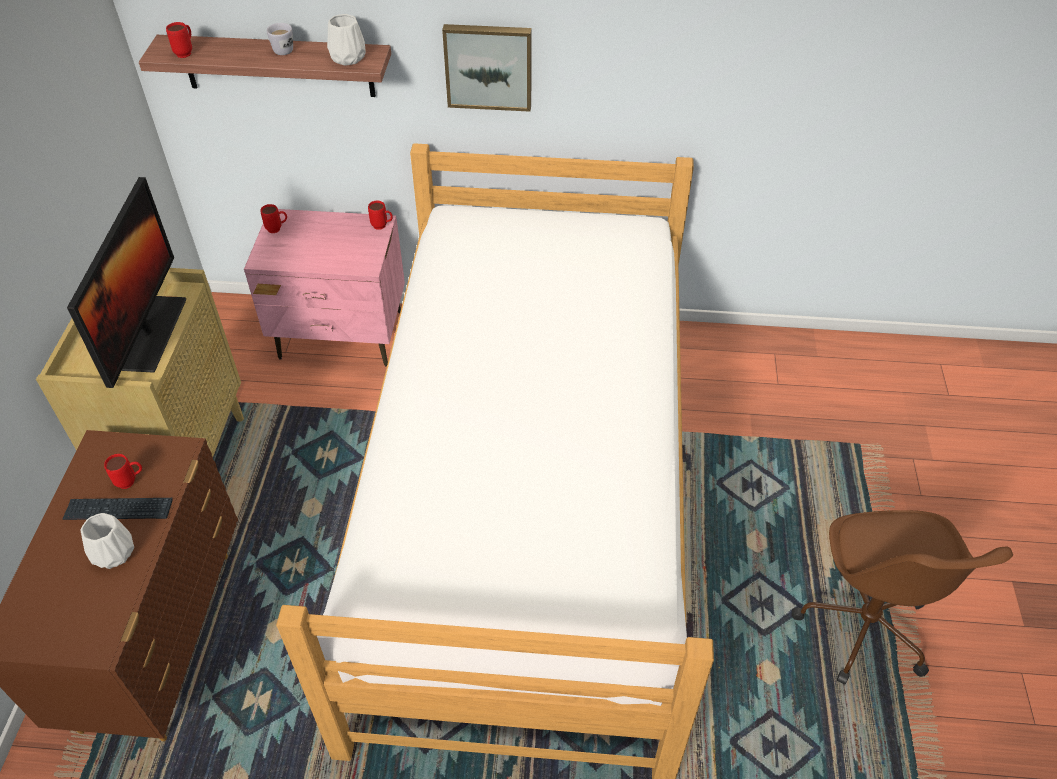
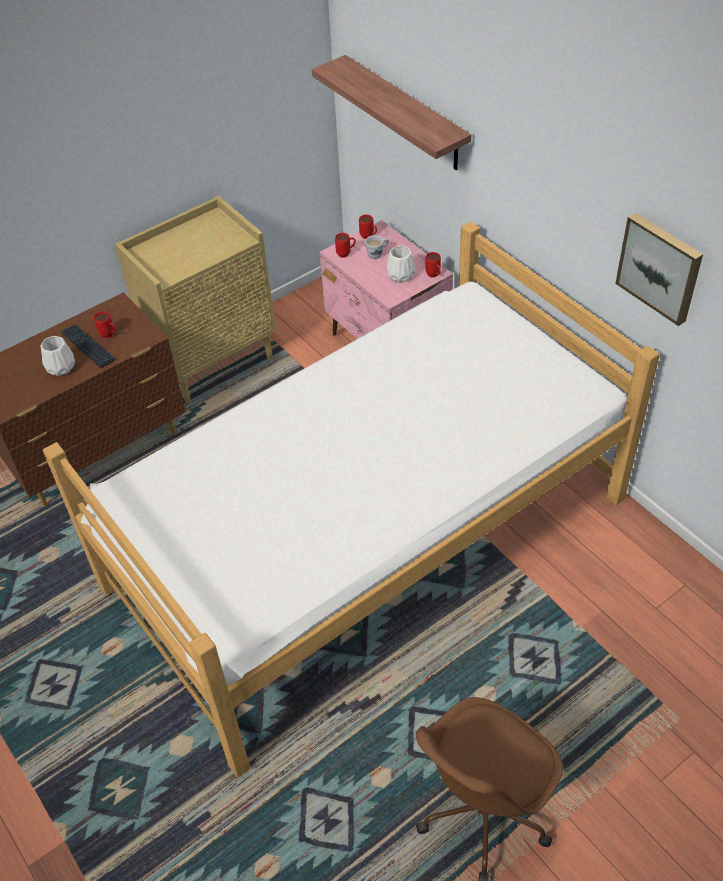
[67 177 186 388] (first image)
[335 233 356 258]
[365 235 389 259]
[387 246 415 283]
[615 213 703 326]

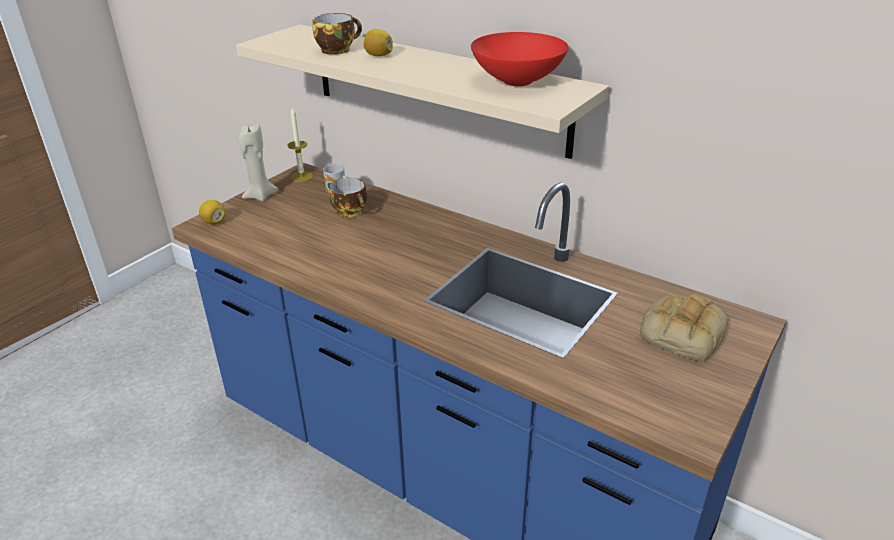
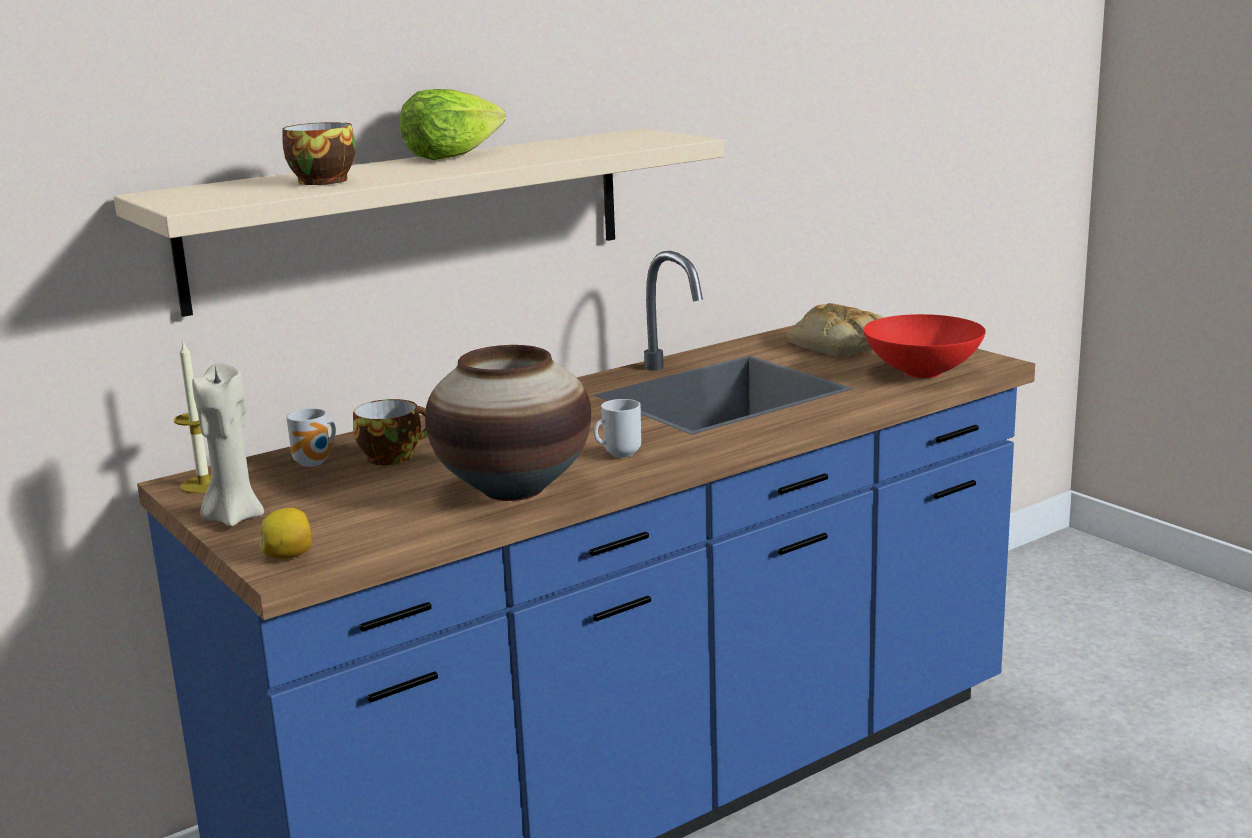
[364 29 393 56] (first image)
[863 314 986 378]
[399 89 506 160]
[425 345 591 501]
[594 399 641 458]

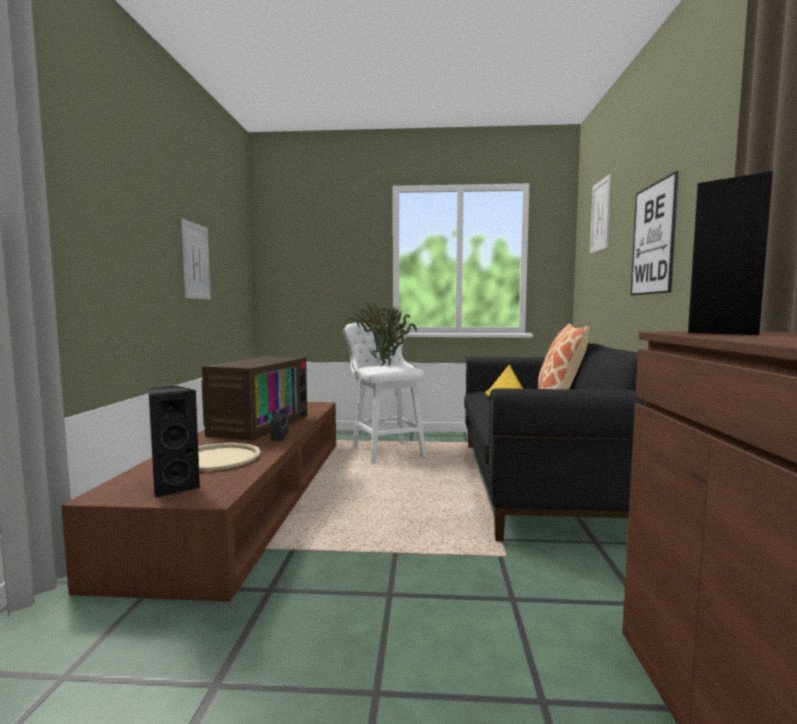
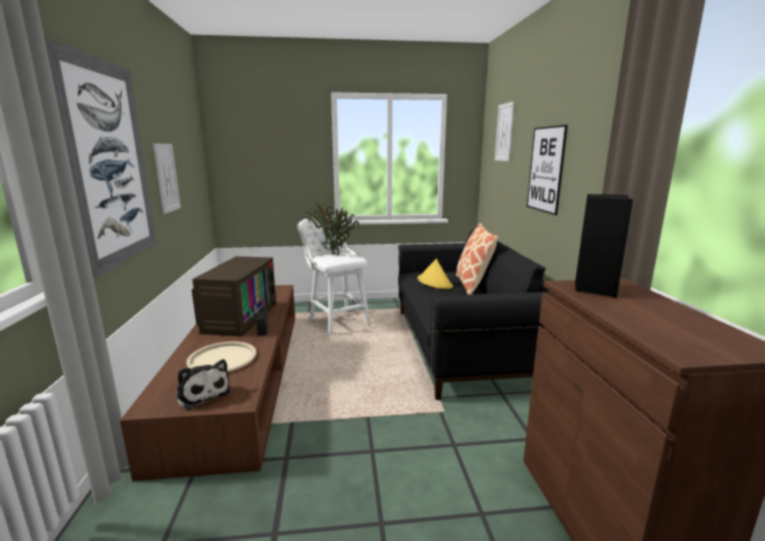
[175 359 231 410]
[44 37 156 278]

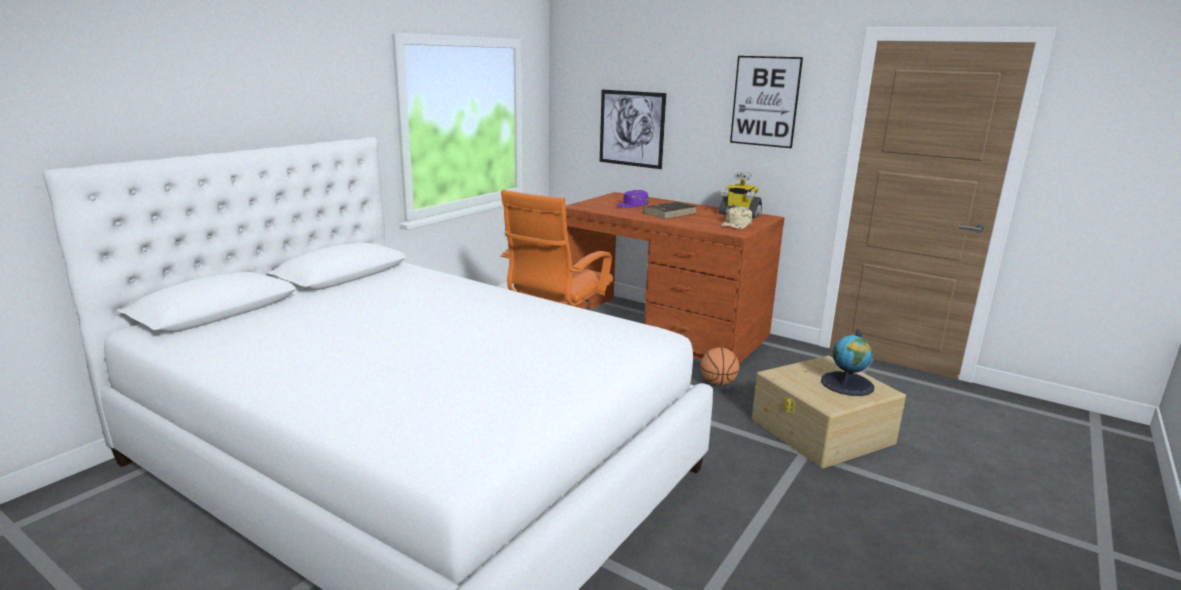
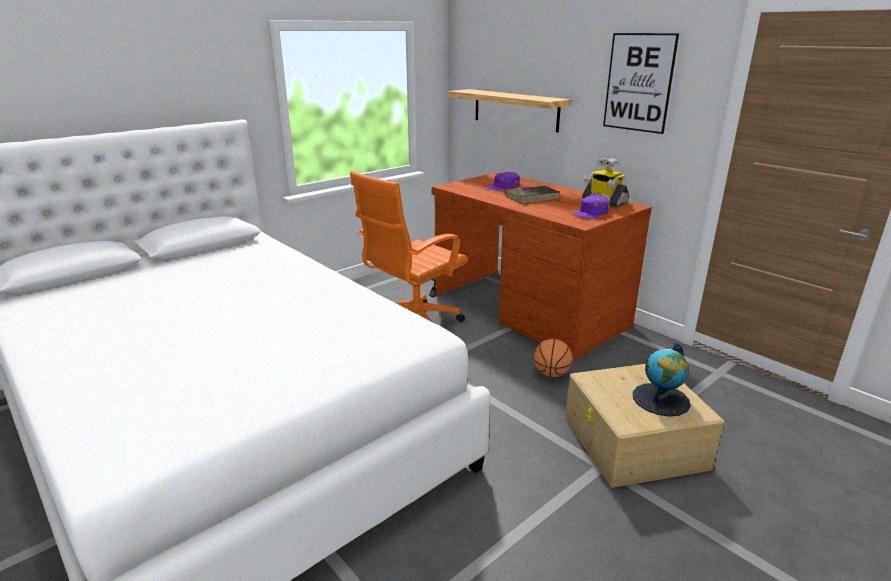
[448 89 571 132]
[572 195 609 219]

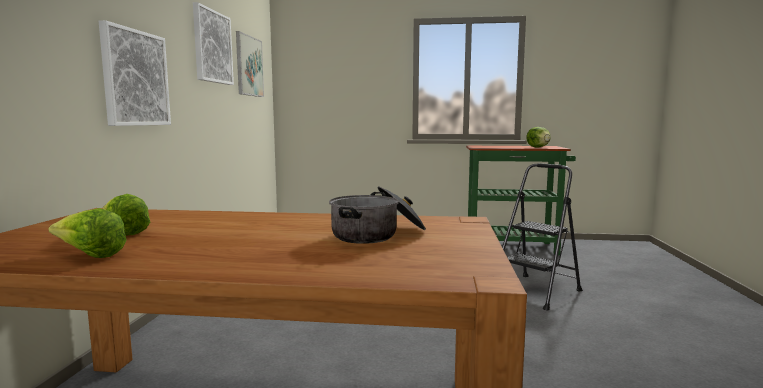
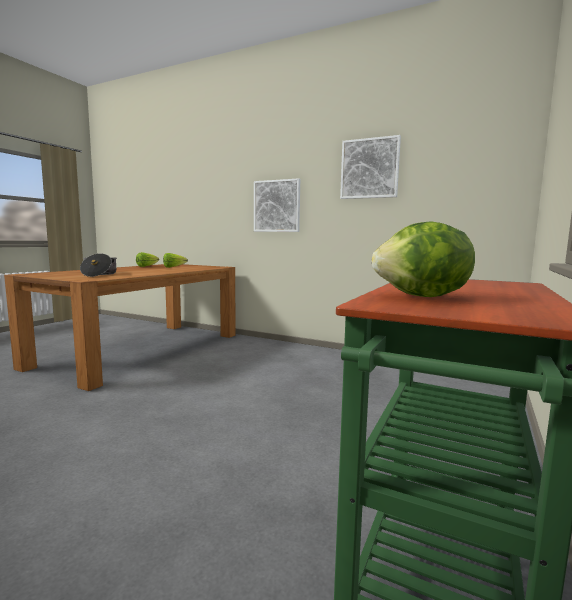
[236 31 264 97] (first image)
[502 163 583 311] (first image)

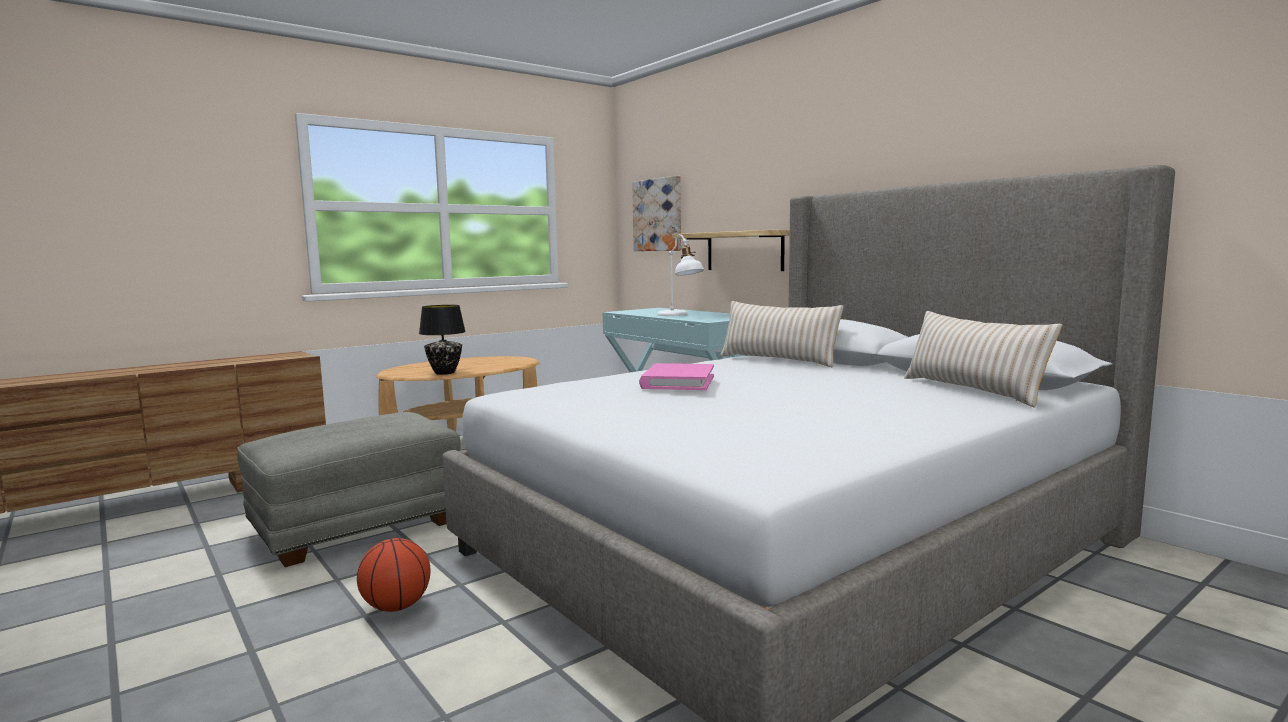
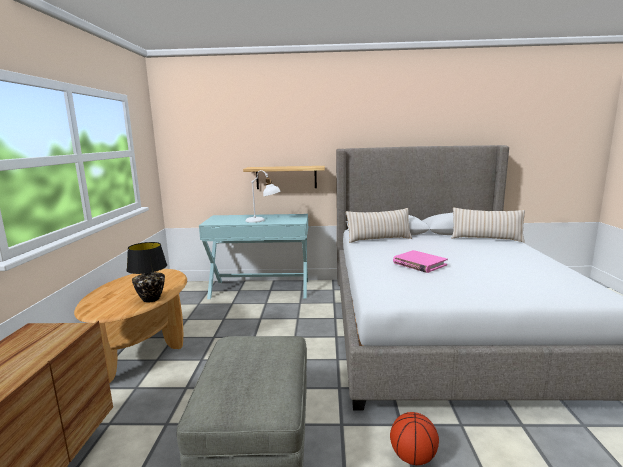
[632 176 681 251] (first image)

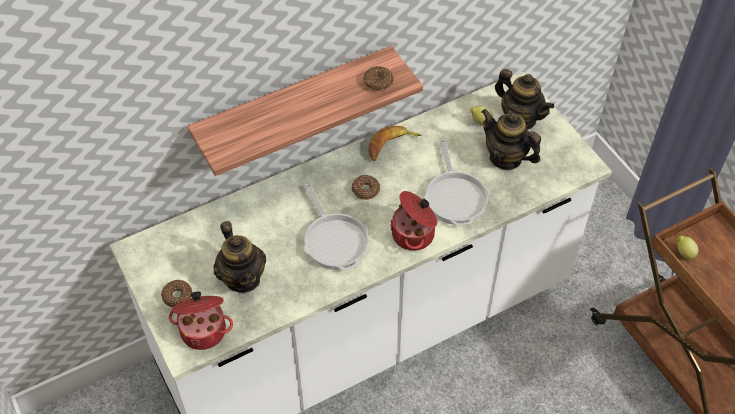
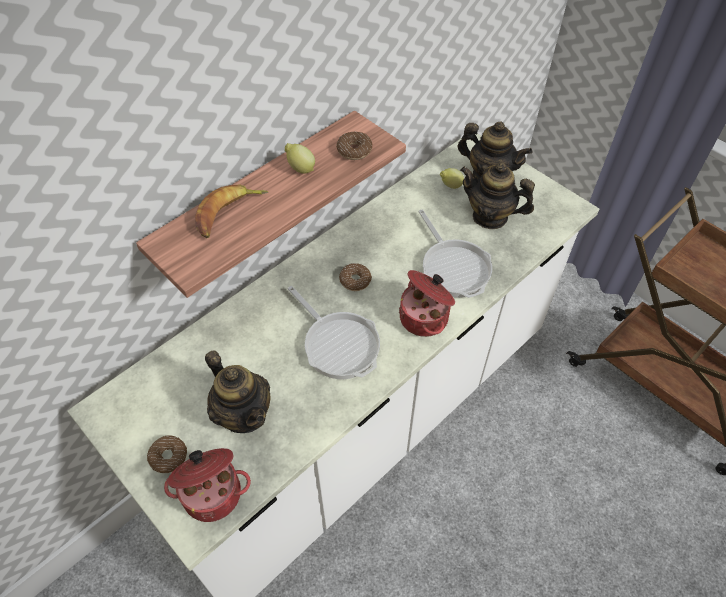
[195 184 268 238]
[285 143 315 174]

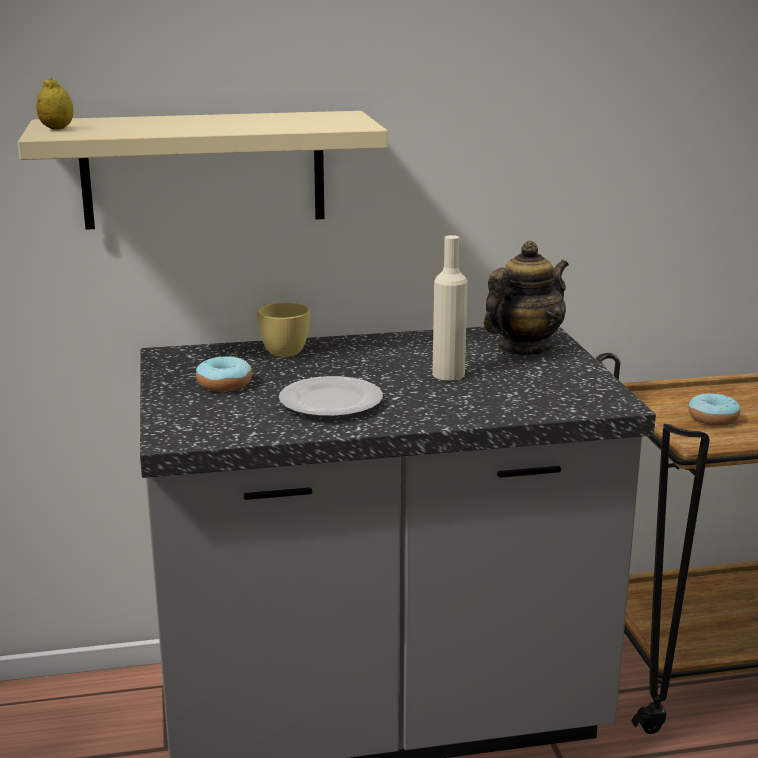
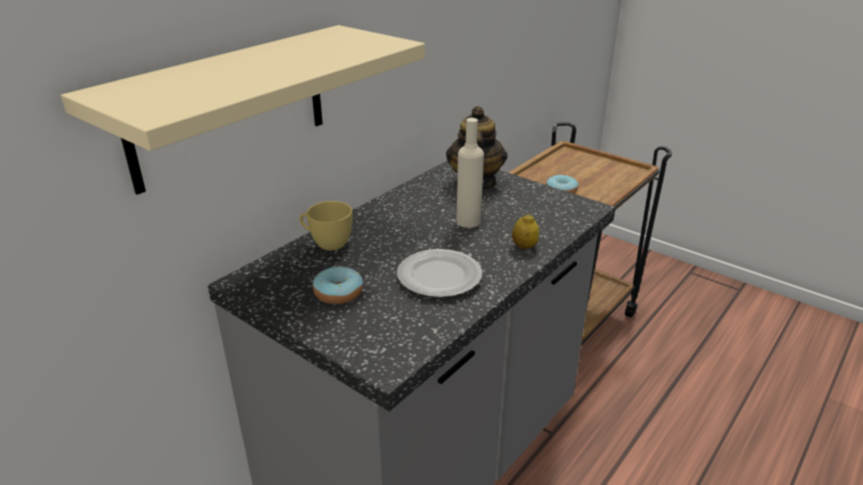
[512 214 539 249]

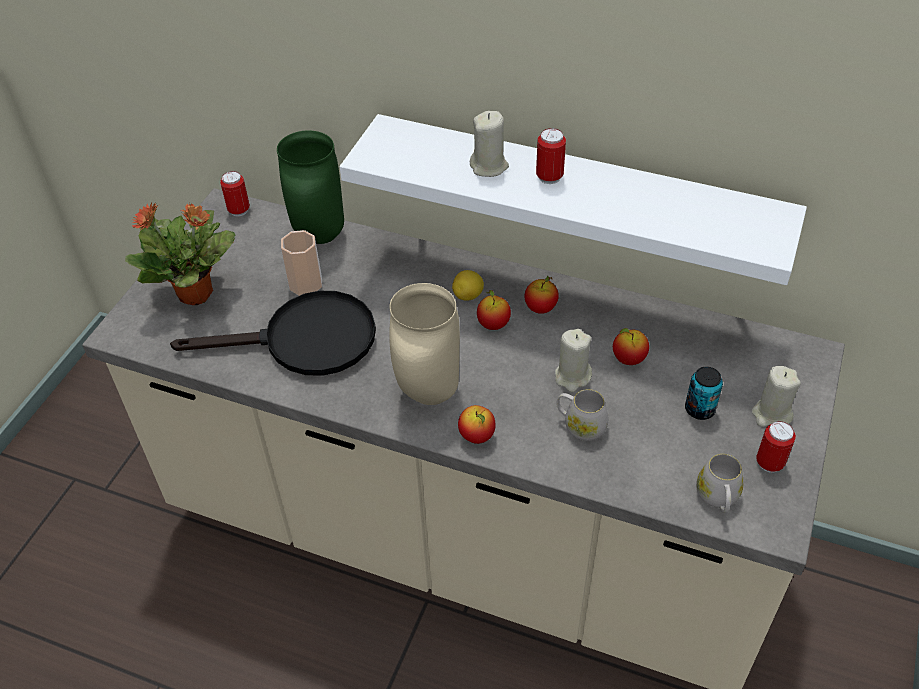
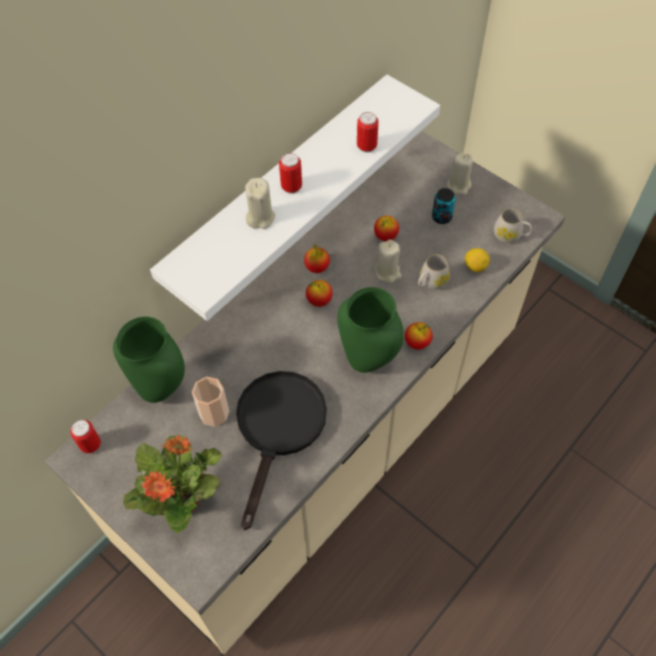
[337 287 404 373]
[465 248 490 272]
[357 112 378 153]

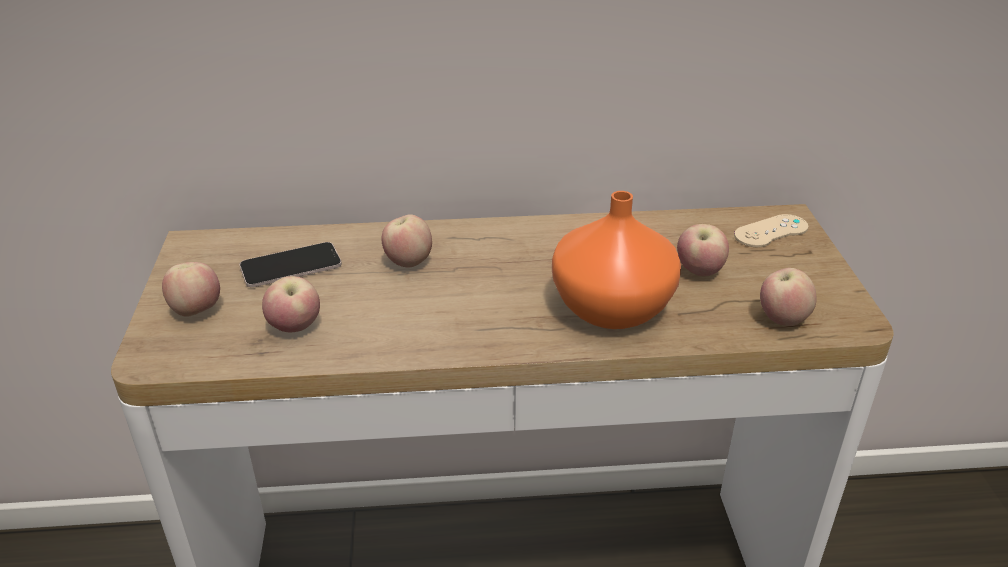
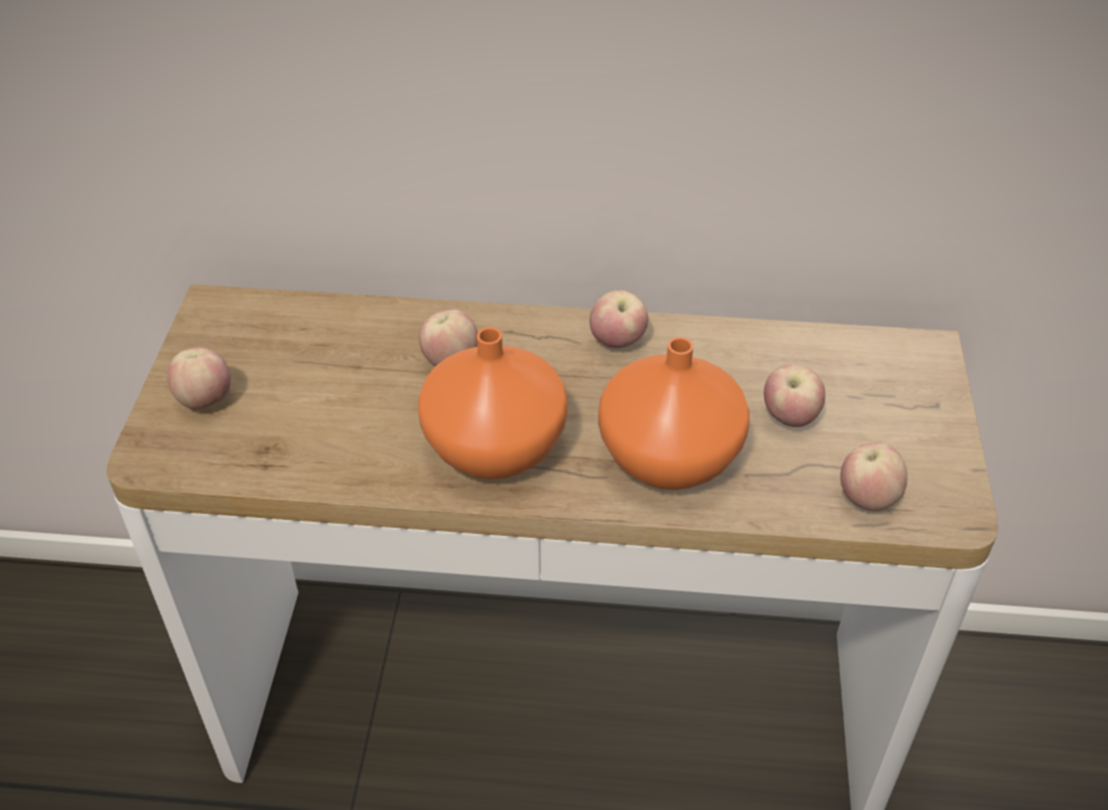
[240 242 342 287] (first image)
[590 290 648 348]
[734 214 808 247] (first image)
[418 327 568 479]

